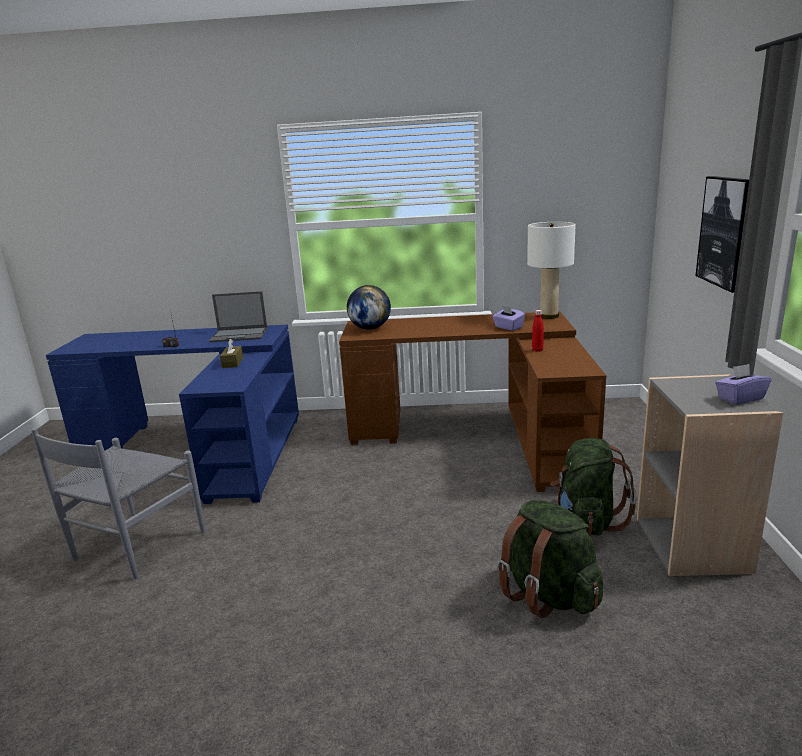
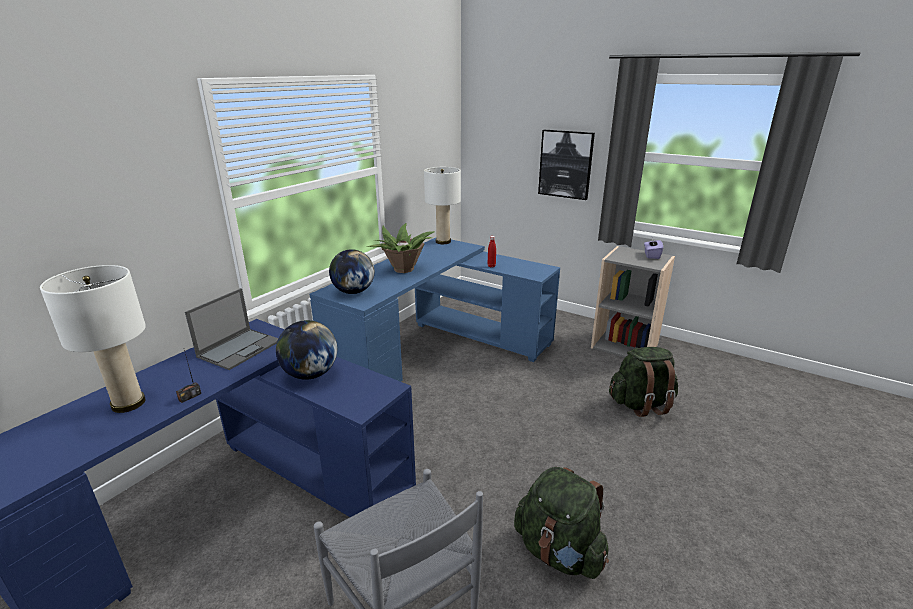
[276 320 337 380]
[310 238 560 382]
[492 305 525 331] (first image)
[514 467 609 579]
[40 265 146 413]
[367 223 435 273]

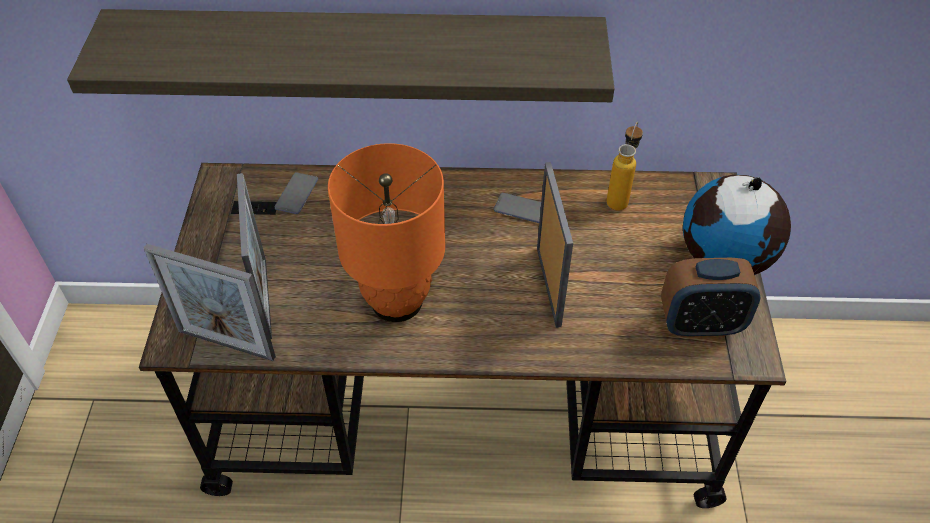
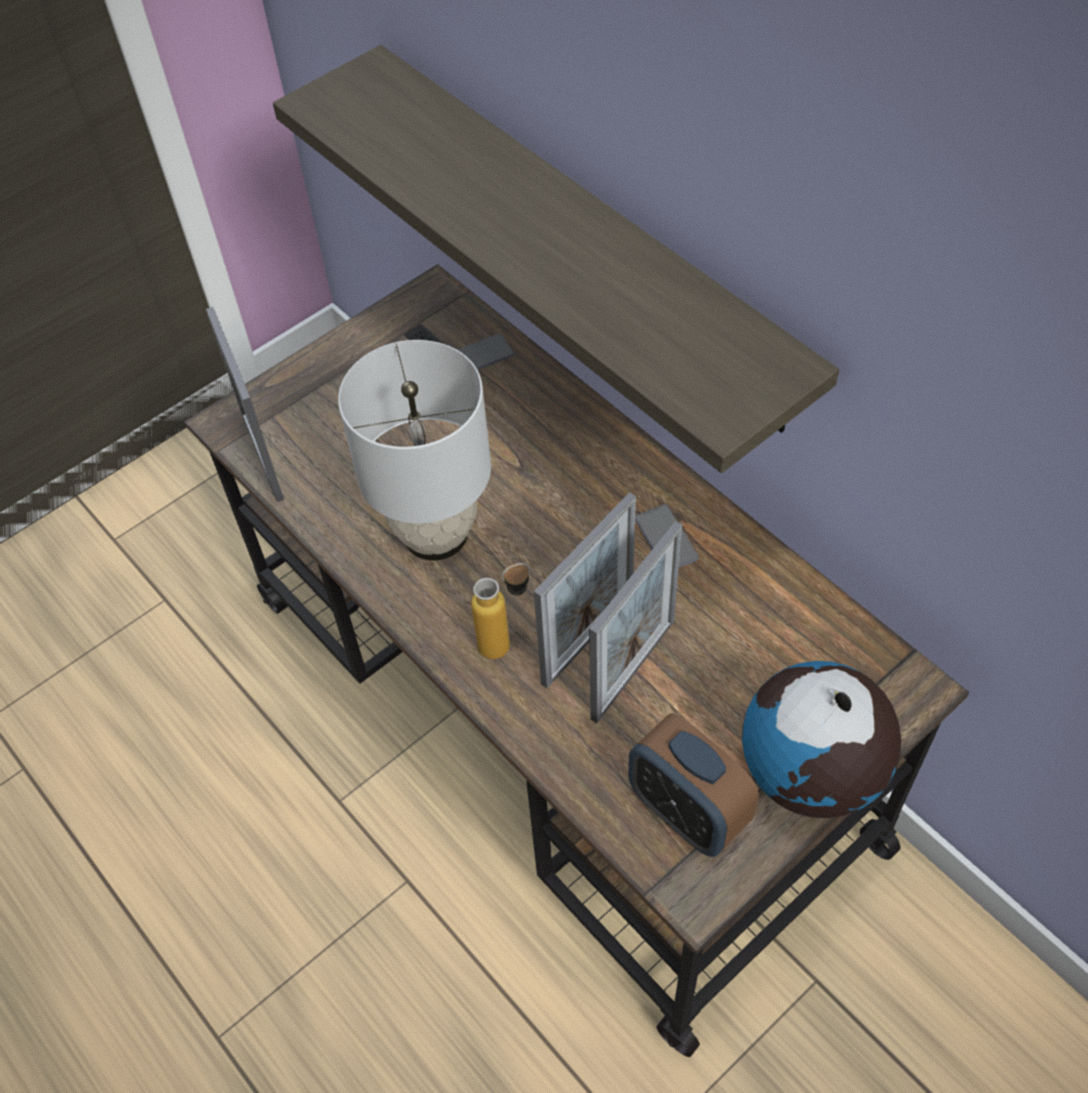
[589 521 682 723]
[338 340 491 561]
[471 563 530 659]

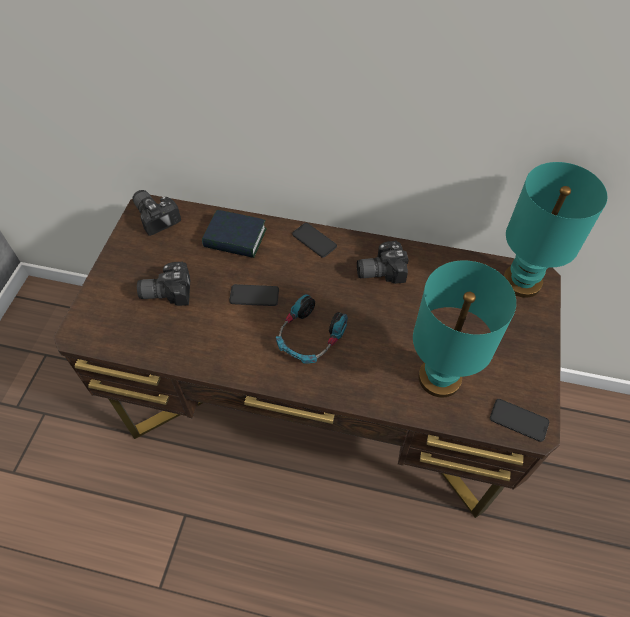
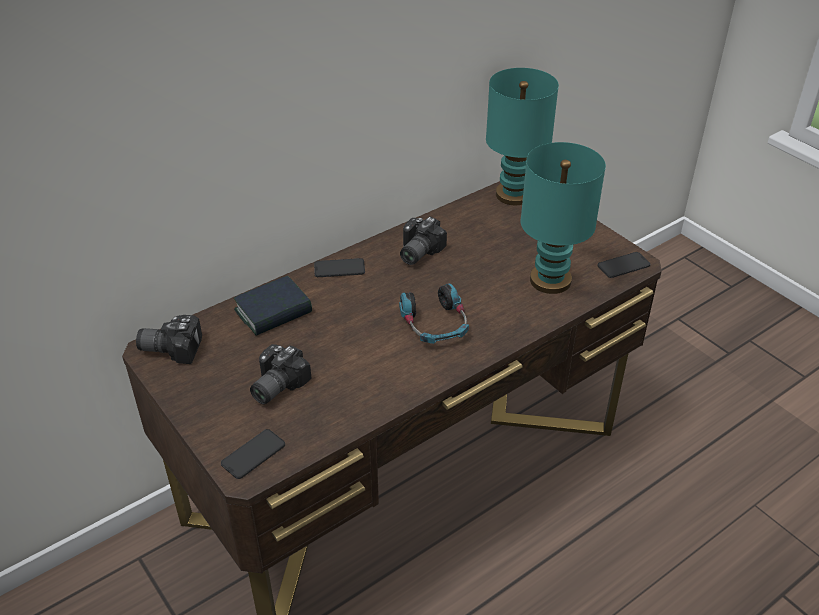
[221 429 285 479]

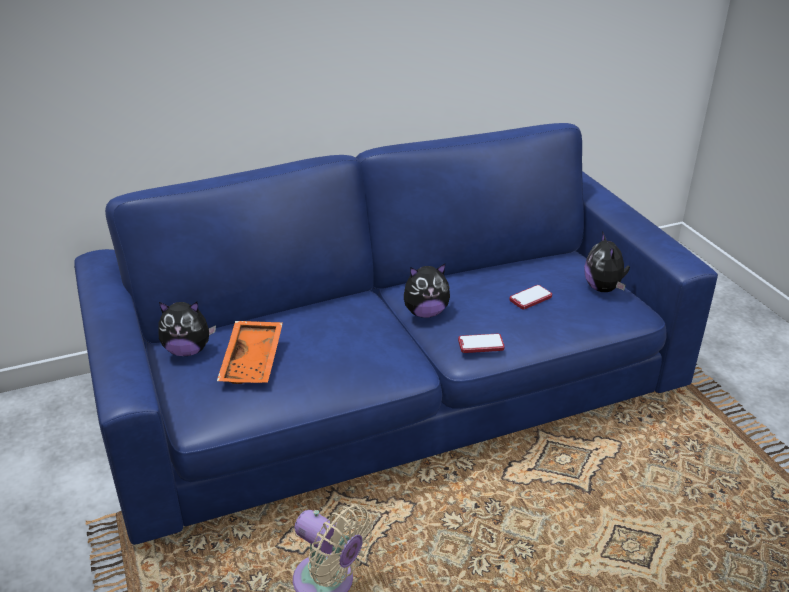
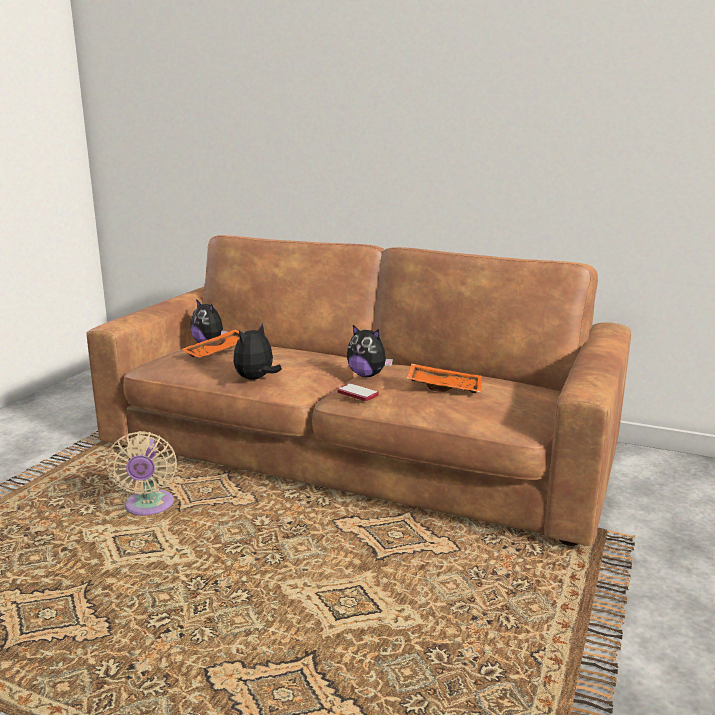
[87 235 631 546]
[407 364 482 393]
[233 323 282 380]

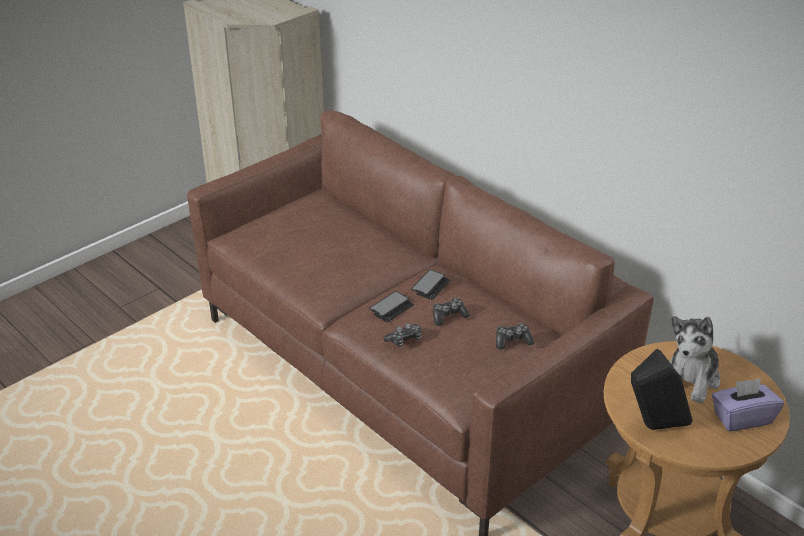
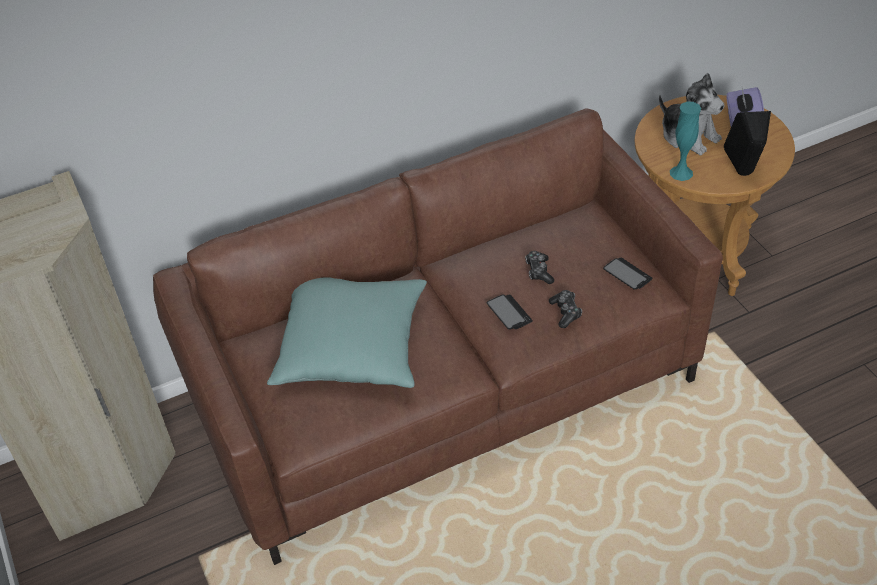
[603 258 652 290]
[496 323 534 350] (first image)
[267 277 427 388]
[670 102 701 181]

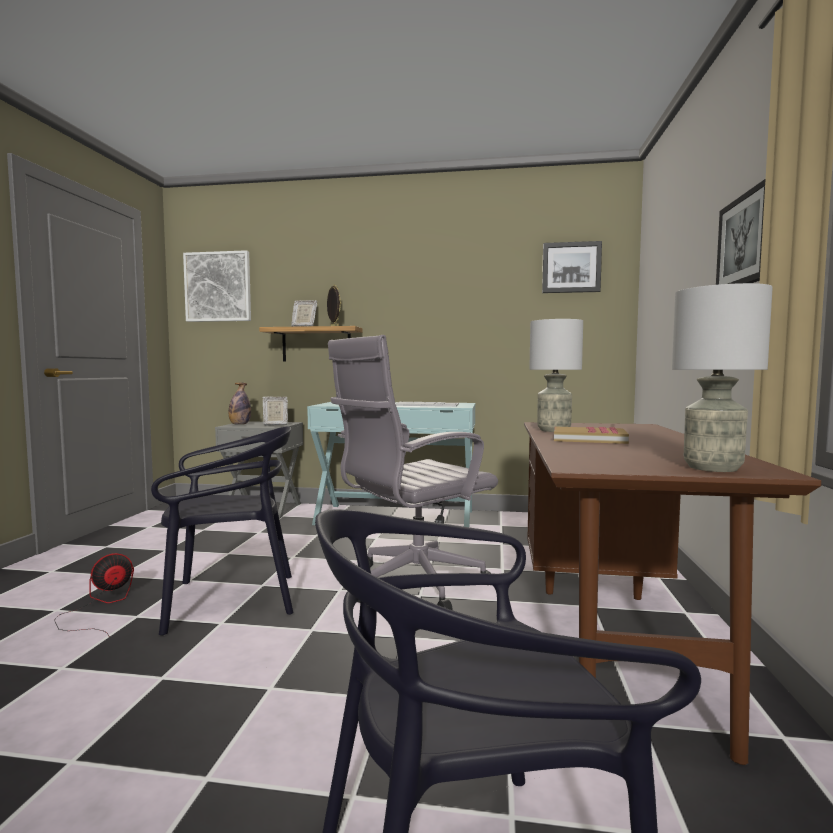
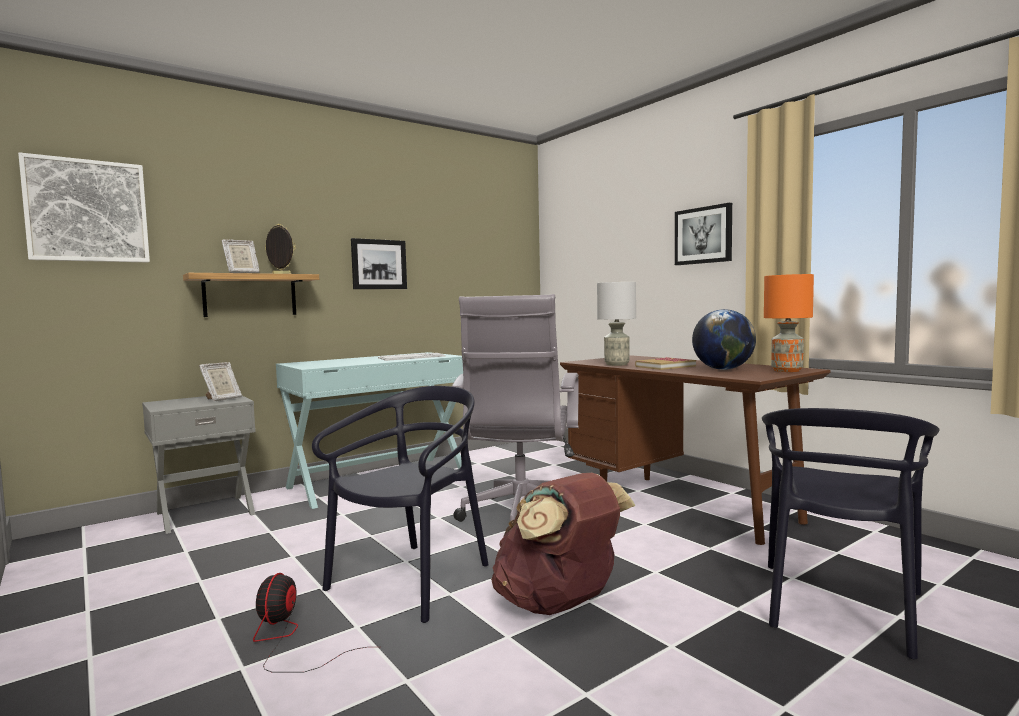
[229 383 251 425] (first image)
[351 238 407 289]
[764 274 814 372]
[491 473 636 615]
[692 309 756 370]

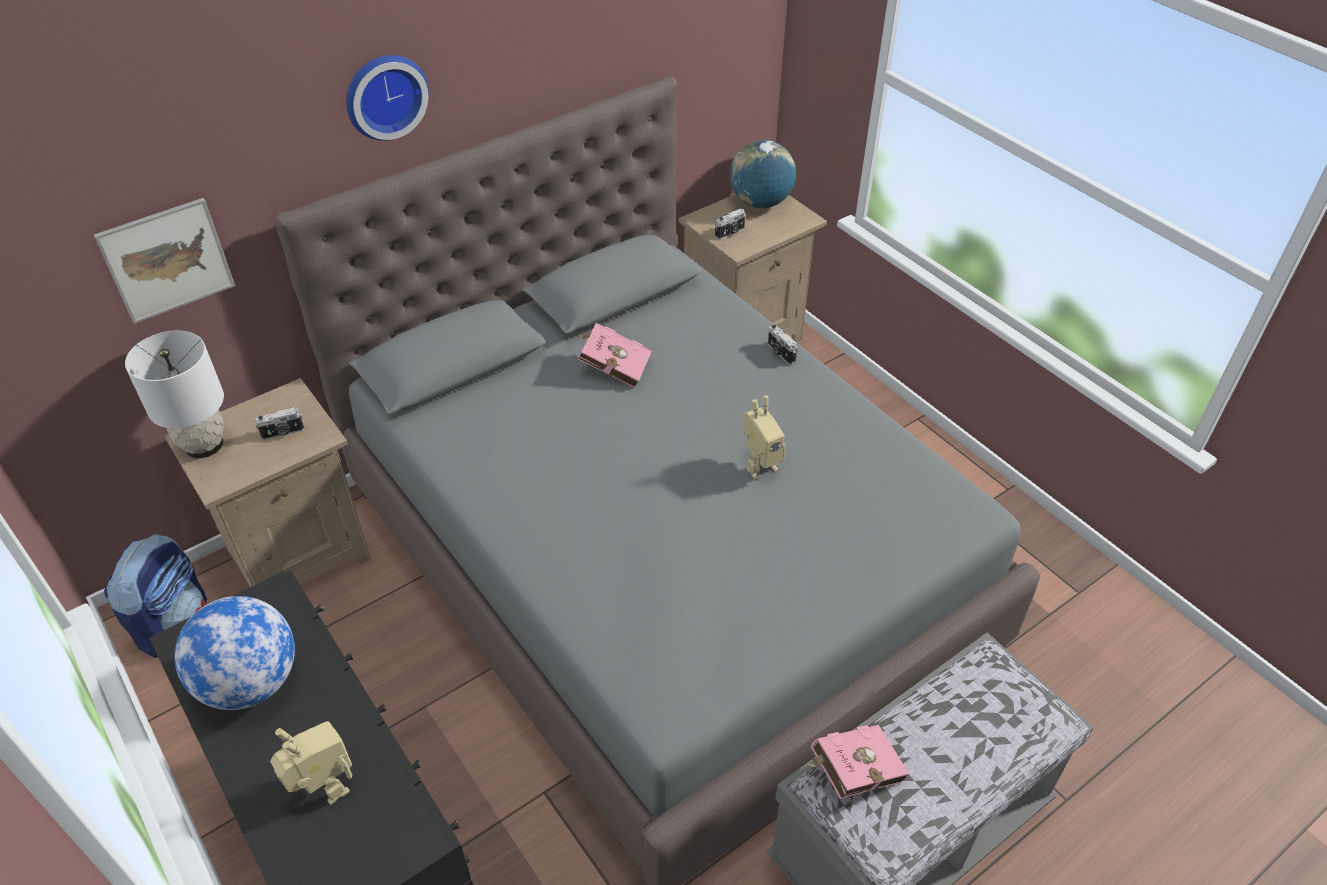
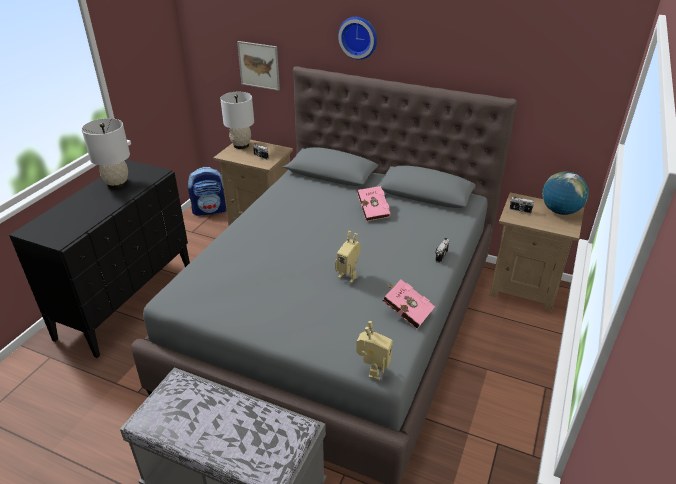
[82 118 130 189]
[356 321 393 380]
[382 280 435 329]

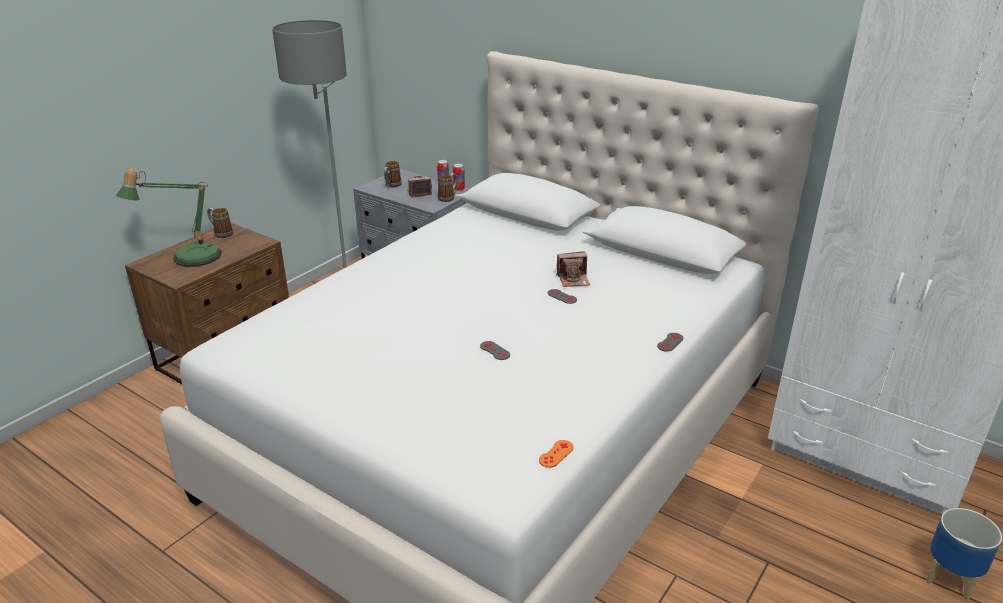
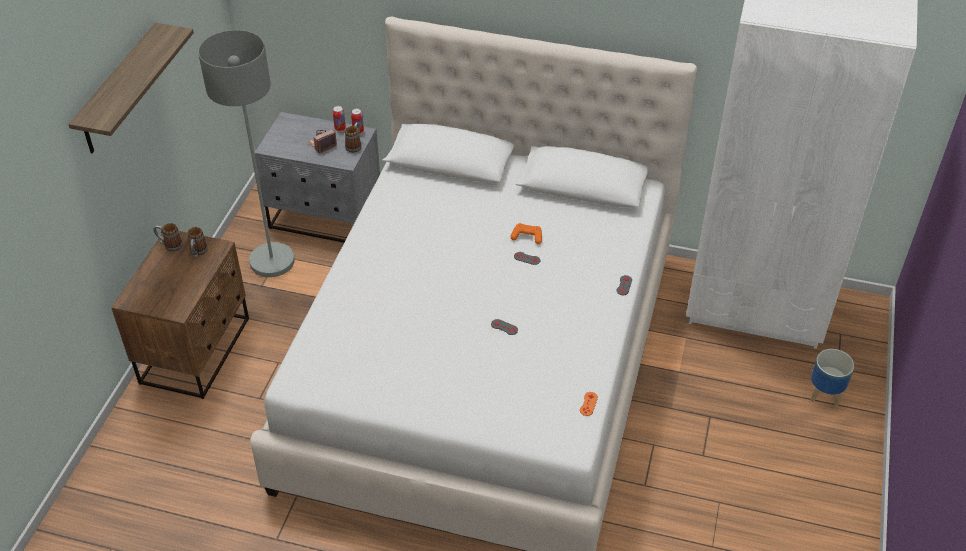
[116 168 222 267] (first image)
[188 227 208 258]
[510 223 542 244]
[68 23 194 153]

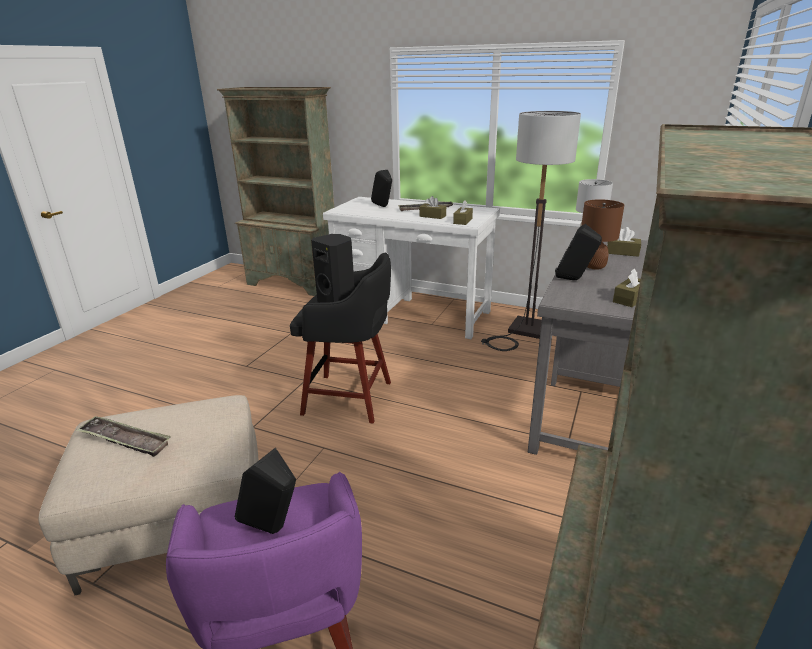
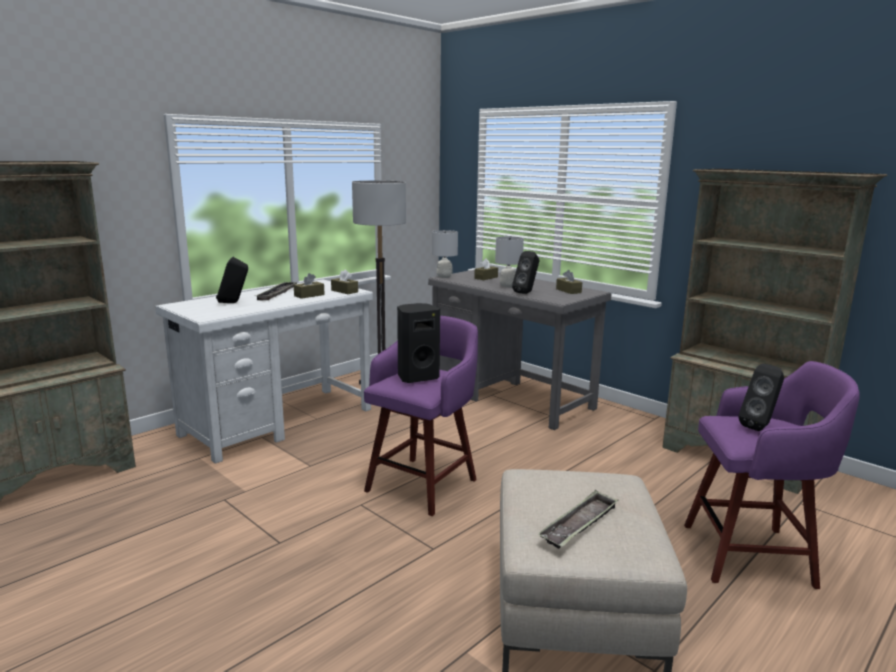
[364 316 478 516]
[495 236 524 287]

